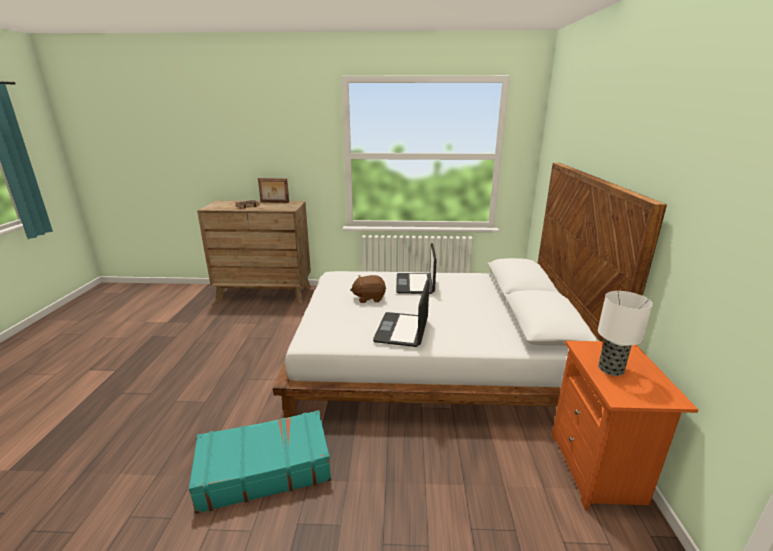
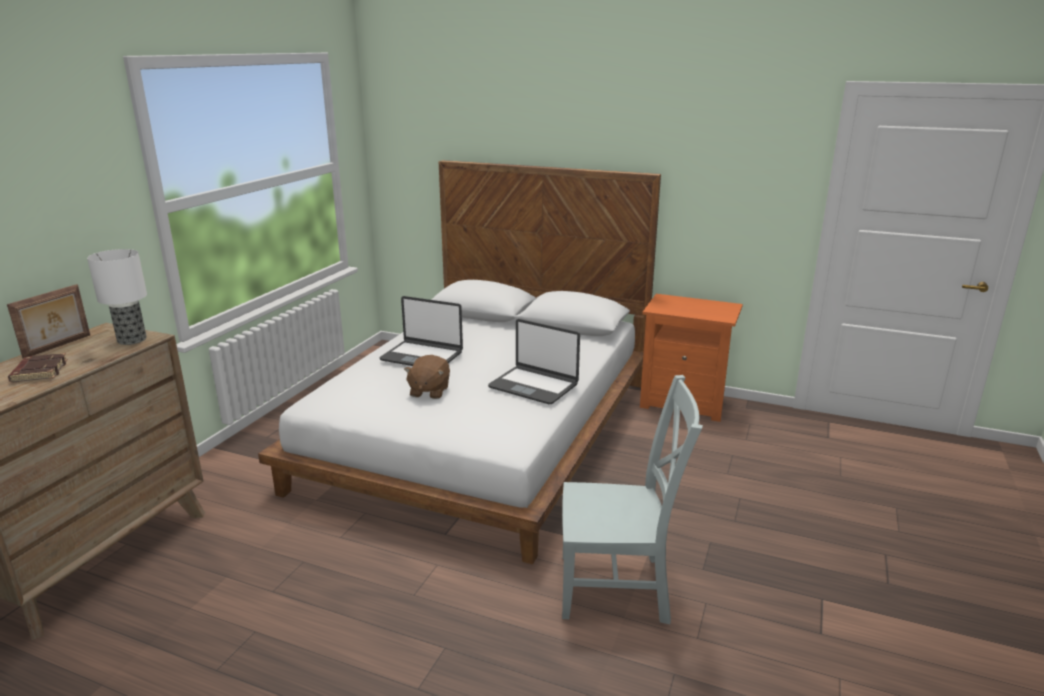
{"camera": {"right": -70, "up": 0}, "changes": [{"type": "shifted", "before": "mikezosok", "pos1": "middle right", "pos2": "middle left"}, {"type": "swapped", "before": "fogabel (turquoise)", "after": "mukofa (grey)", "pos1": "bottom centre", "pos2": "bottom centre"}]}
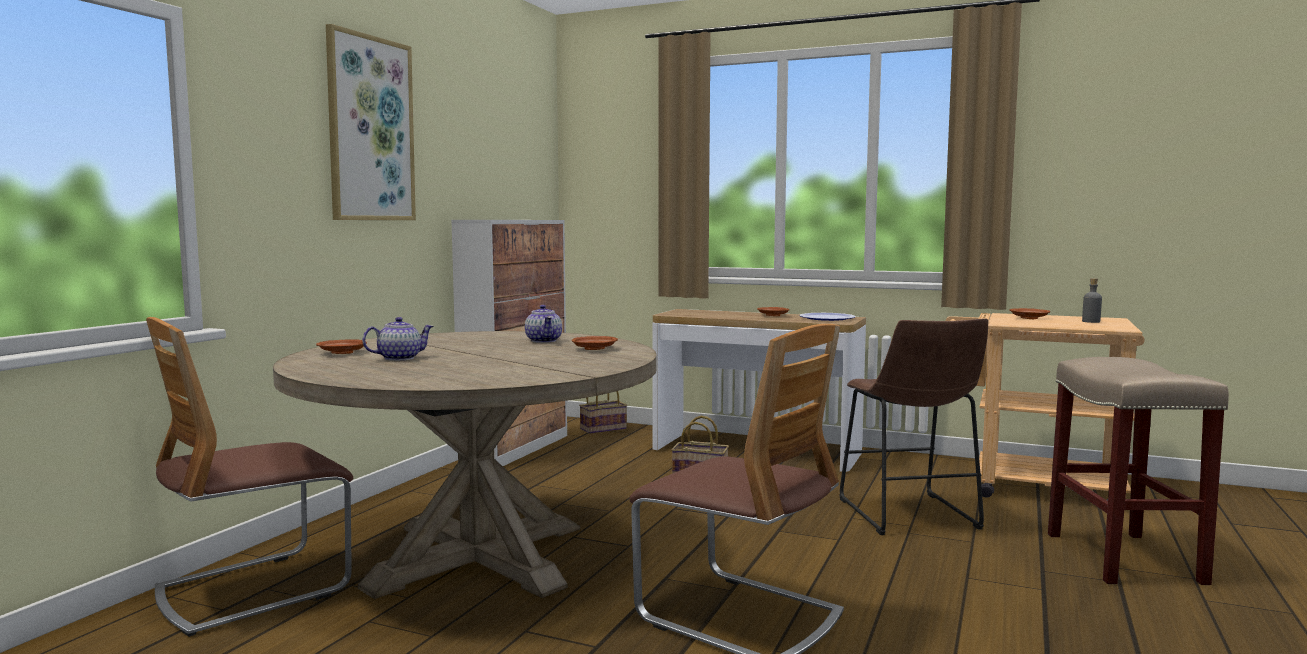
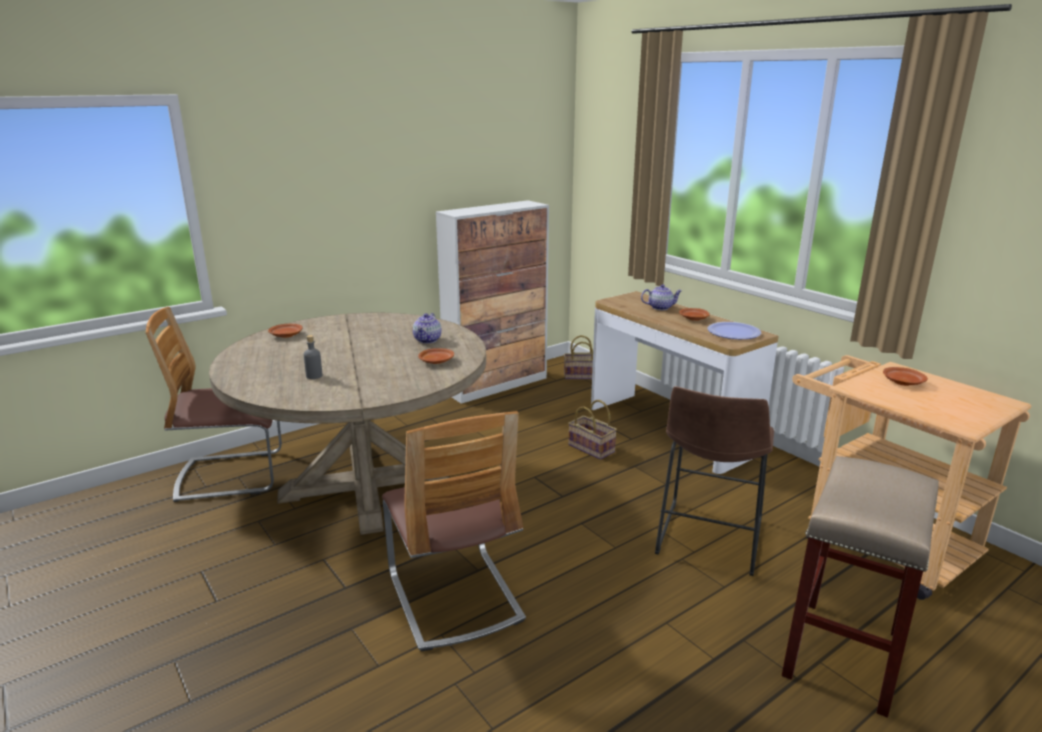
{"camera": {"right": 30, "up": 15}, "changes": [{"type": "gone", "before": "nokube", "pos1": "top left"}, {"type": "shifted", "before": "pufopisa (no. 1 from left in the first image)", "after": "pufopisa (no. 2 from left)", "pos1": "middle left", "pos2": "centre"}, {"type": "shifted", "before": "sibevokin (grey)", "pos1": "middle right", "pos2": "middle left"}]}
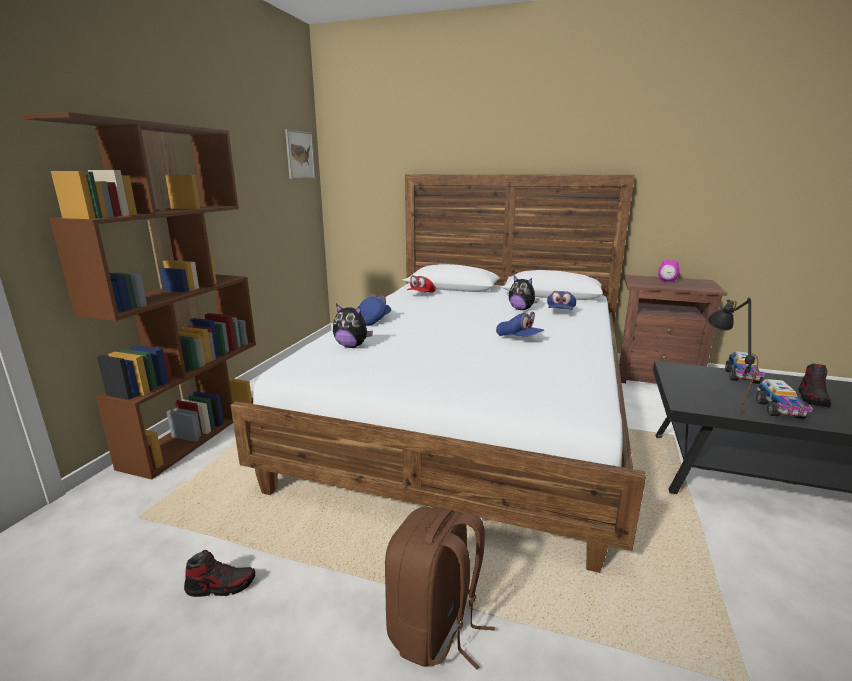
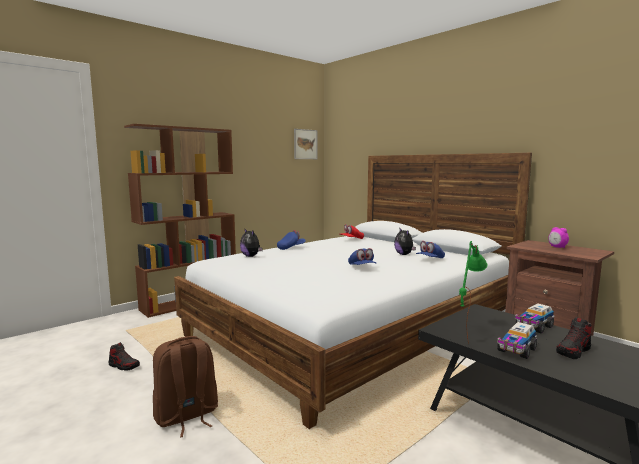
{"camera": {"right": 30, "up": -10}, "changes": [{"type": "repainted", "before": "mikezosok (black)", "after": "mikezosok (green)", "pos1": "middle right", "pos2": "middle right"}]}
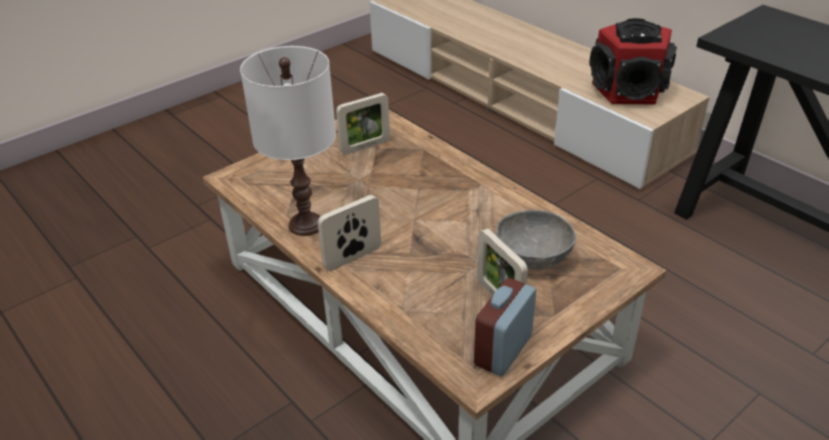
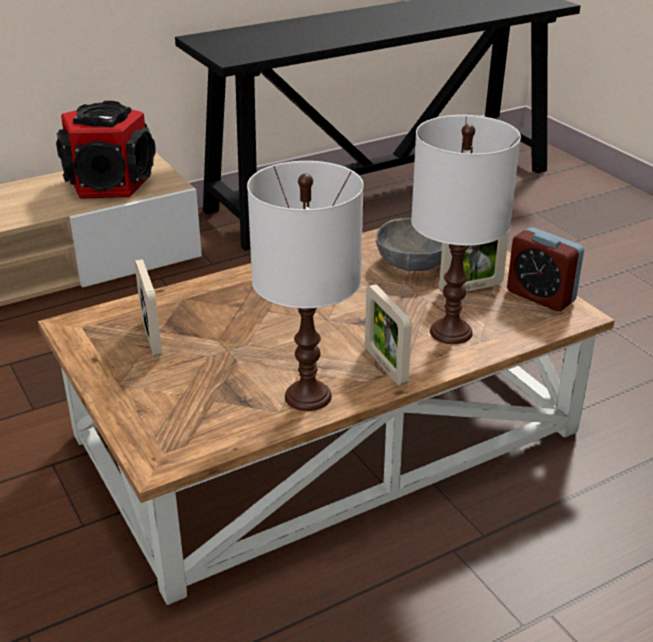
{"camera": {"right": -80, "up": -5}, "changes": [{"type": "new", "after": "mikezosok (white) (no. 2 from left)", "pos2": "middle right"}]}
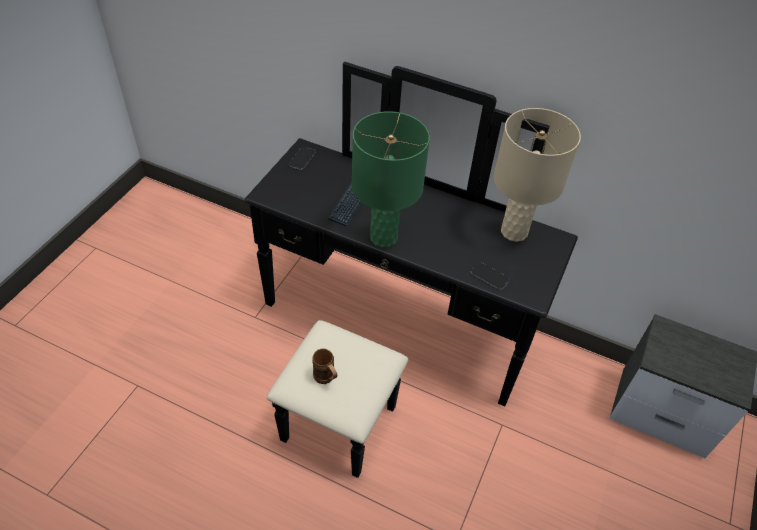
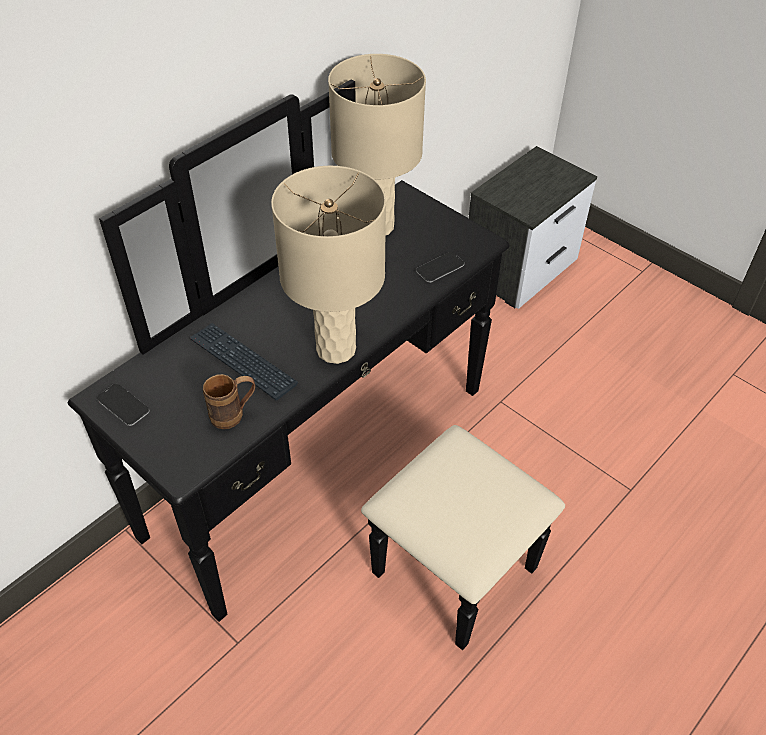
{"camera": {"right": -70, "up": 0}, "changes": [{"type": "shifted", "before": "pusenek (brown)", "pos1": "bottom centre", "pos2": "middle left"}, {"type": "repainted", "before": "mikezosok (green)", "after": "mikezosok (beige) (no. 1 from left)", "pos1": "centre", "pos2": "centre"}]}
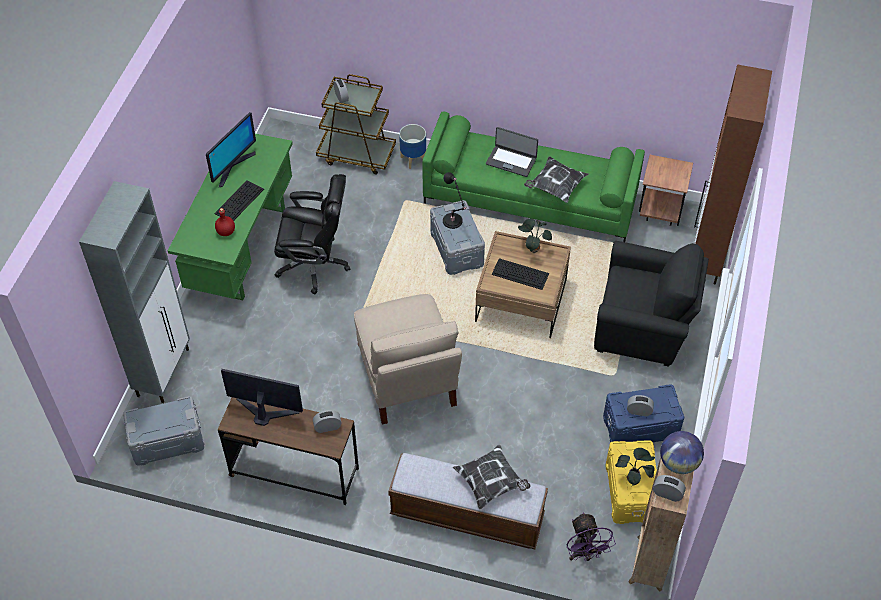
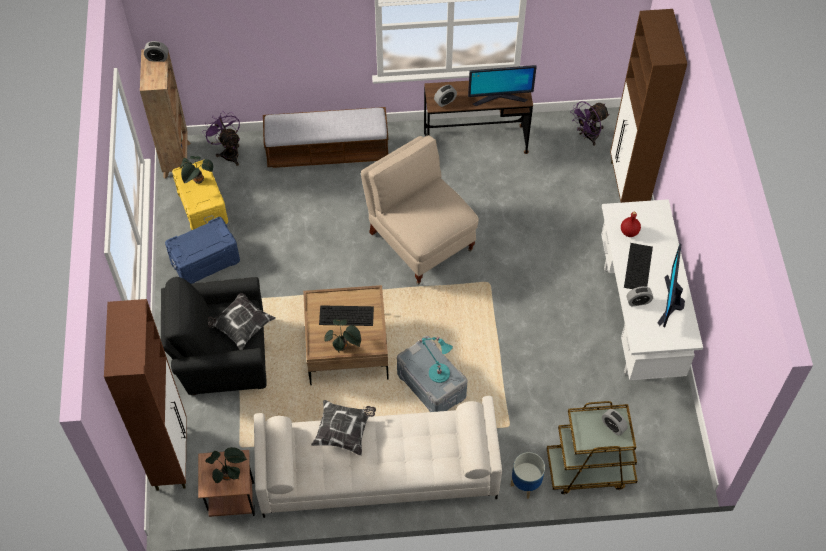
{"camera": {"right": 160, "up": 5}, "changes": [{"type": "gone", "before": "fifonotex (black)", "pos1": "centre"}, {"type": "gone", "before": "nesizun", "pos1": "top centre"}, {"type": "gone", "before": "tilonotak", "pos1": "bottom right"}, {"type": "new", "after": "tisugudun (no. 2 from left)", "pos2": "bottom left"}, {"type": "shifted", "before": "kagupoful (no. 1 from left)", "pos1": "bottom centre", "pos2": "middle left"}, {"type": "shifted", "before": "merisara (no. 3 from left in the first image)", "after": "merisara (no. 4 from left)", "pos1": "bottom right", "pos2": "middle right"}, {"type": "swapped", "before": "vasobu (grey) (no. 1 from left)", "after": "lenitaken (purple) (no. 2 from left)", "pos1": "bottom left", "pos2": "top right"}, {"type": "repainted", "before": "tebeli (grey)", "after": "tebeli (brown) (no. 2 from left)", "pos1": "middle left", "pos2": "top right"}, {"type": "repainted", "before": "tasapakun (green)", "after": "tasapakun (white)", "pos1": "middle left", "pos2": "middle right"}, {"type": "repainted", "before": "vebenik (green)", "after": "vebenik (white)", "pos1": "top centre", "pos2": "bottom centre"}, {"type": "repainted", "before": "mikezosok (black)", "after": "mikezosok (turquoise)", "pos1": "centre", "pos2": "centre"}]}
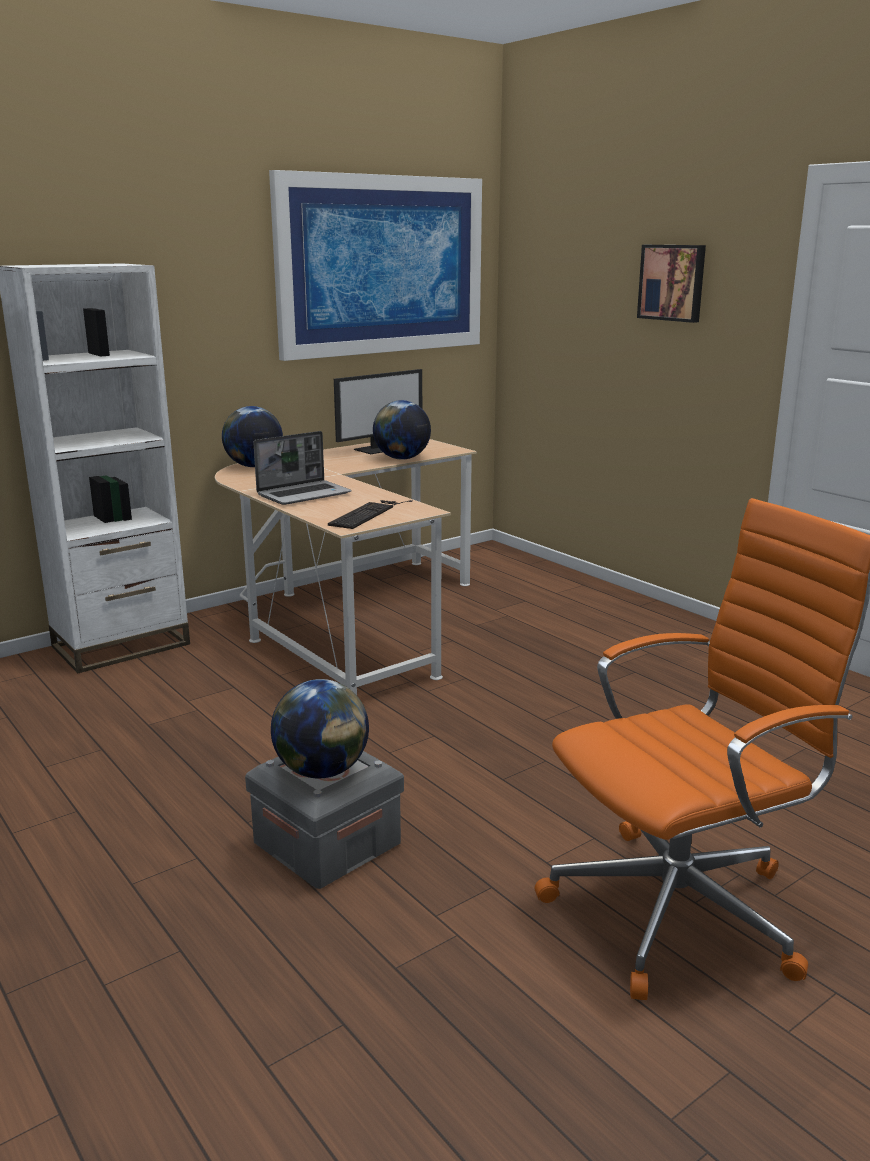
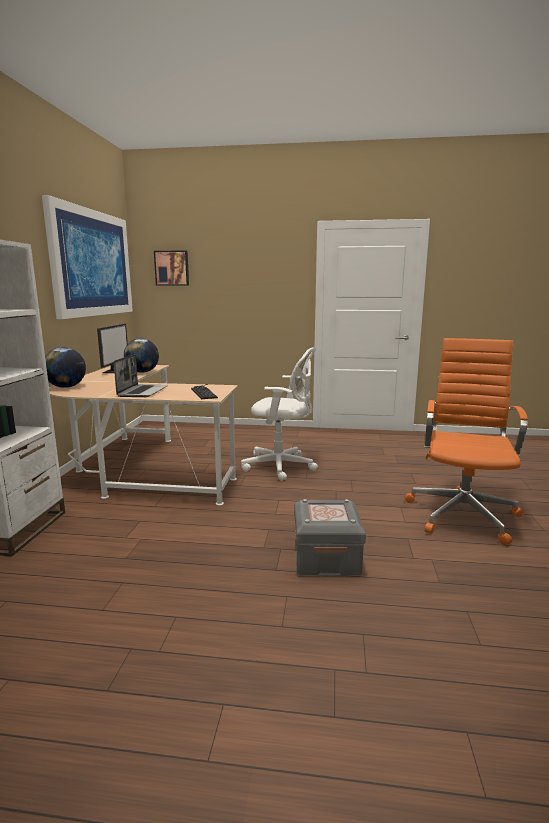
{"camera": {"right": -45, "up": -5}, "changes": [{"type": "gone", "before": "tilonotak (no. 2 from left)", "pos1": "centre"}, {"type": "new", "after": "fifonotex (white)", "pos2": "centre"}, {"type": "shifted", "before": "nokube (no. 2 from left)", "pos1": "top right", "pos2": "top left"}]}
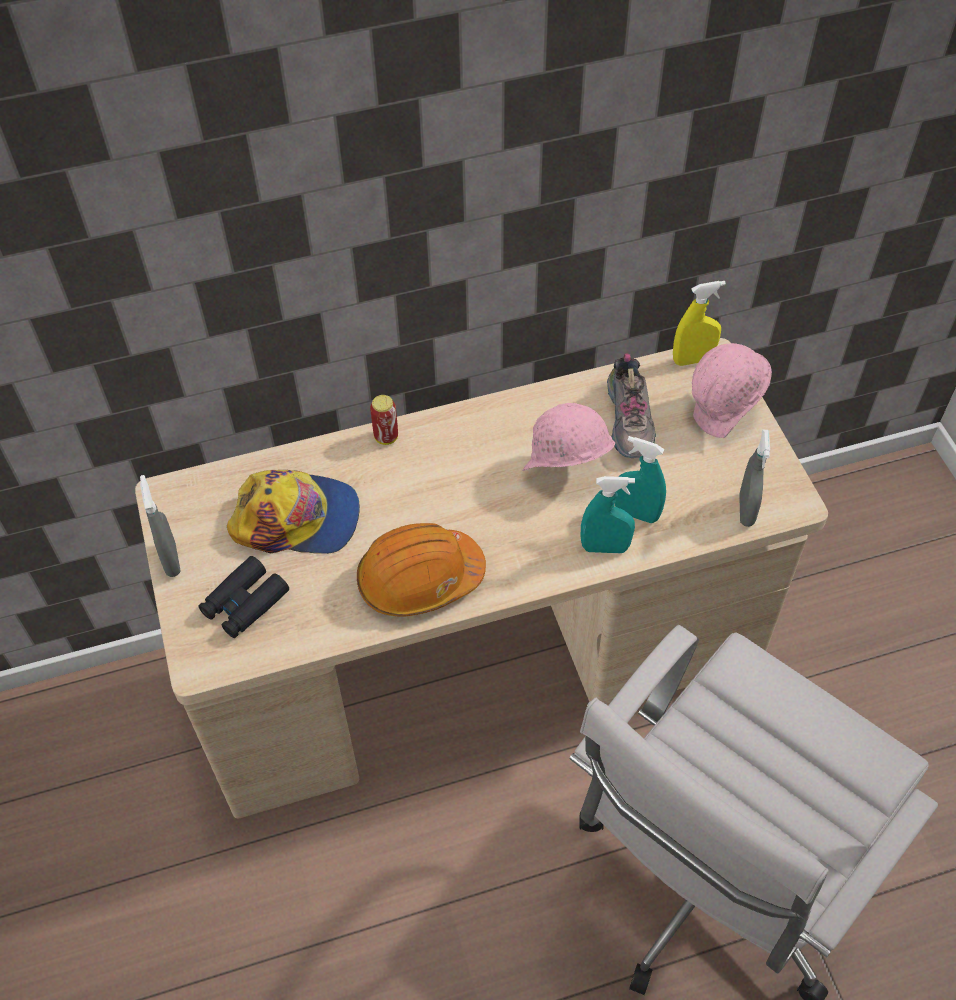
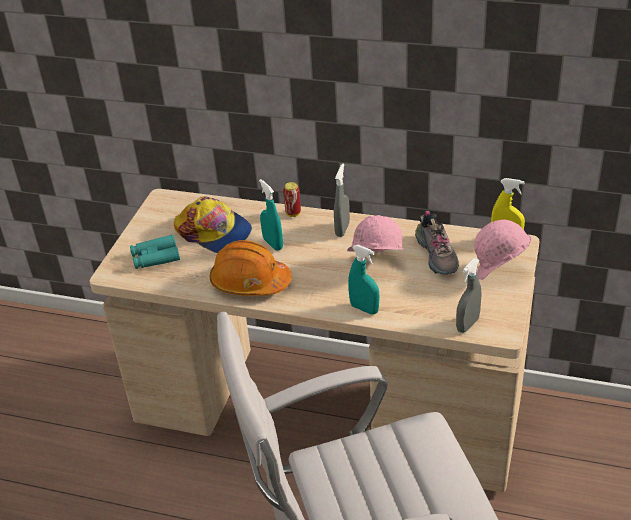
{"camera": {"right": 35, "up": -15}, "changes": [{"type": "shifted", "before": "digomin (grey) (no. 1 from left)", "pos1": "middle left", "pos2": "centre"}, {"type": "shifted", "before": "digomin (turquoise) (no. 2 from left in the first image)", "after": "digomin (turquoise) (no. 1 from left)", "pos1": "middle right", "pos2": "centre"}, {"type": "repainted", "before": "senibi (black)", "after": "senibi (turquoise)", "pos1": "middle left", "pos2": "middle left"}, {"type": "rotated", "before": "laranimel", "pos1": "centre", "pos2": "middle right", "turn": -45}]}
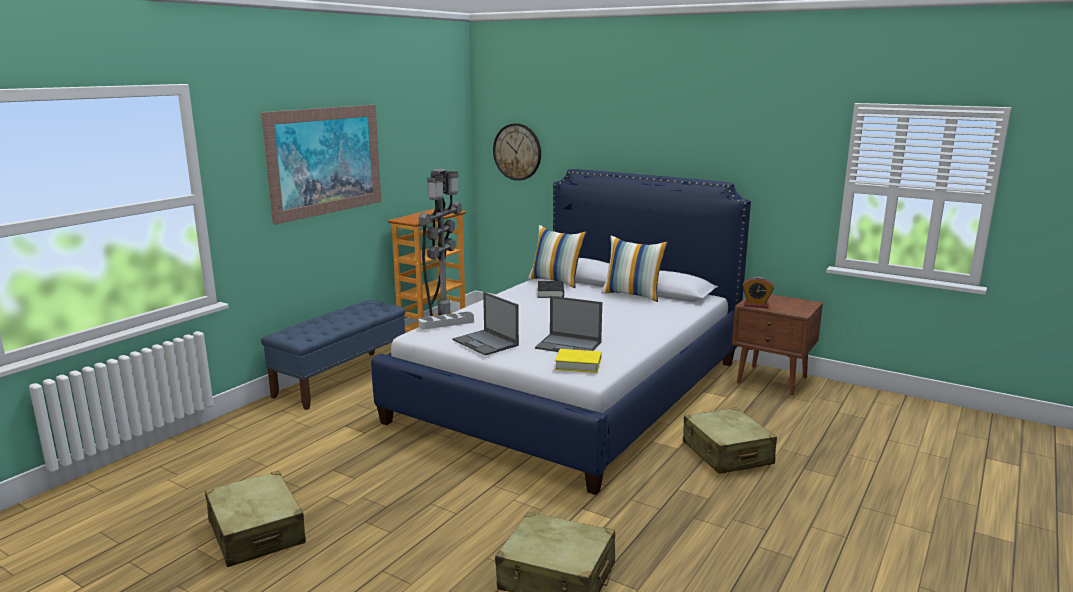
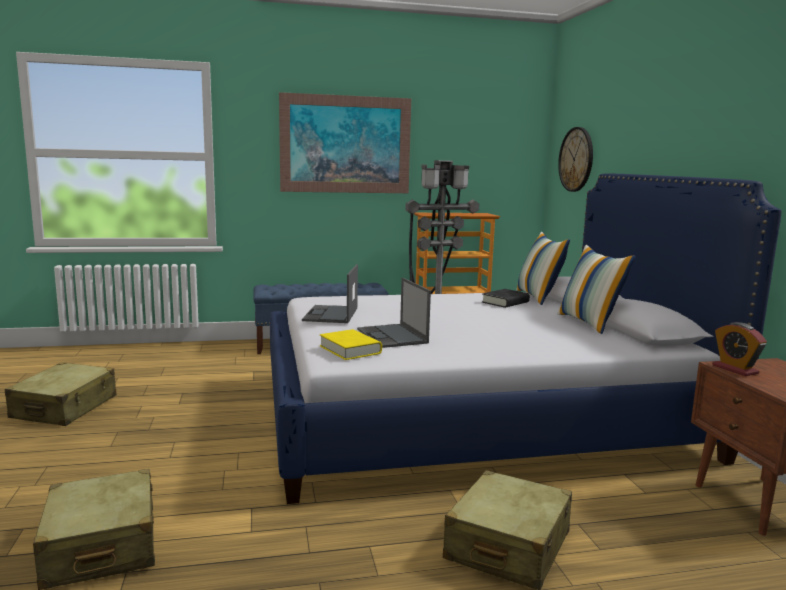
{"camera": {"right": 45, "up": -5}, "changes": [{"type": "gone", "before": "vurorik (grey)", "pos1": "centre"}]}
